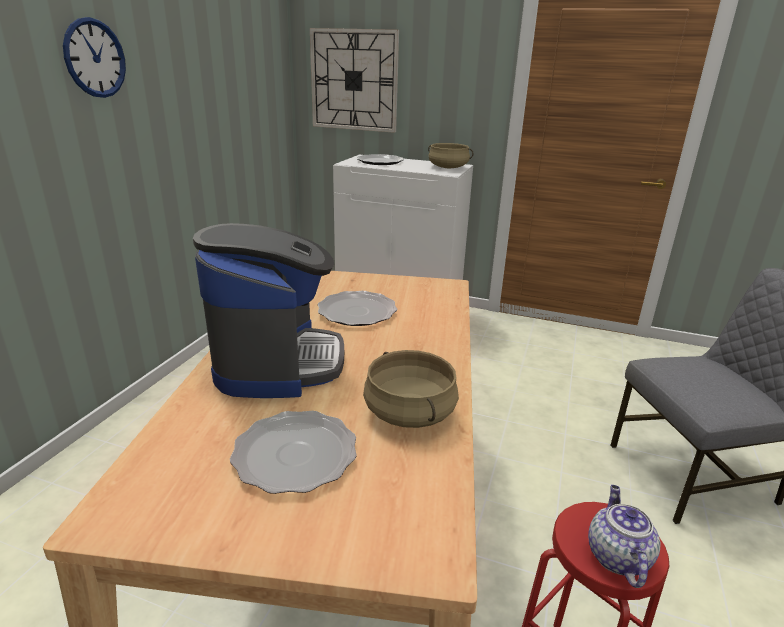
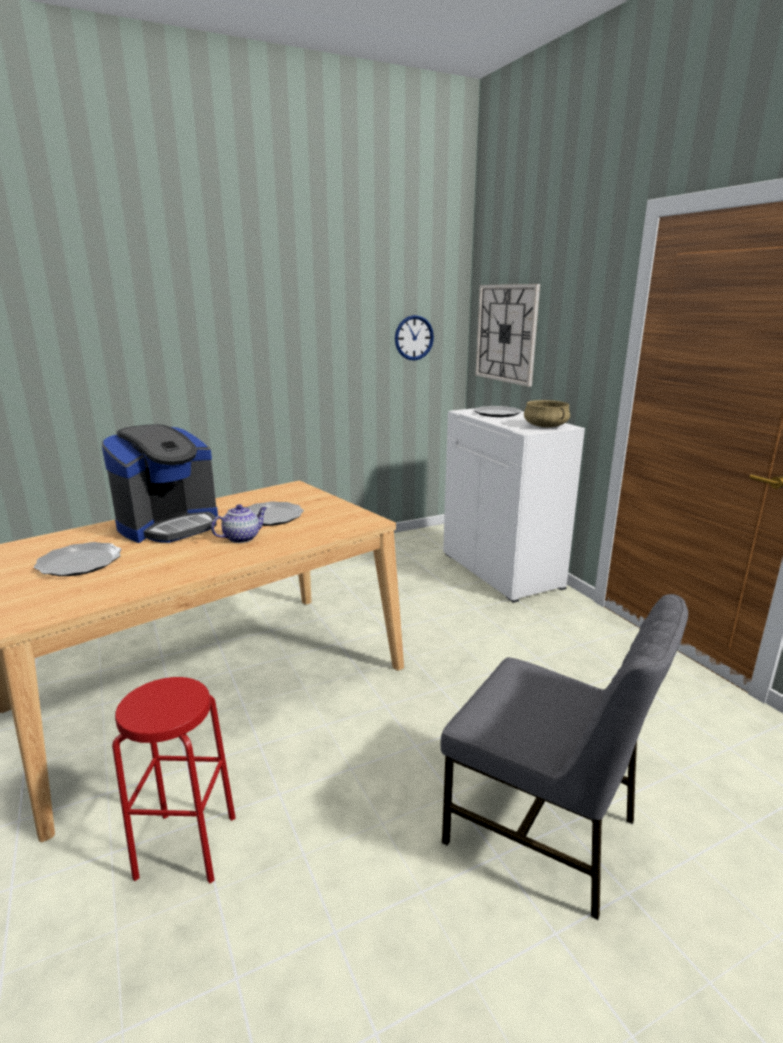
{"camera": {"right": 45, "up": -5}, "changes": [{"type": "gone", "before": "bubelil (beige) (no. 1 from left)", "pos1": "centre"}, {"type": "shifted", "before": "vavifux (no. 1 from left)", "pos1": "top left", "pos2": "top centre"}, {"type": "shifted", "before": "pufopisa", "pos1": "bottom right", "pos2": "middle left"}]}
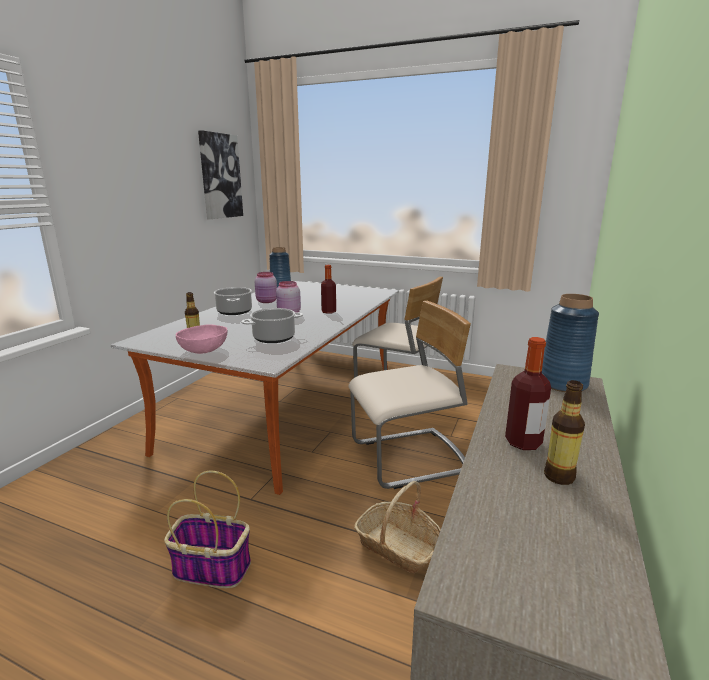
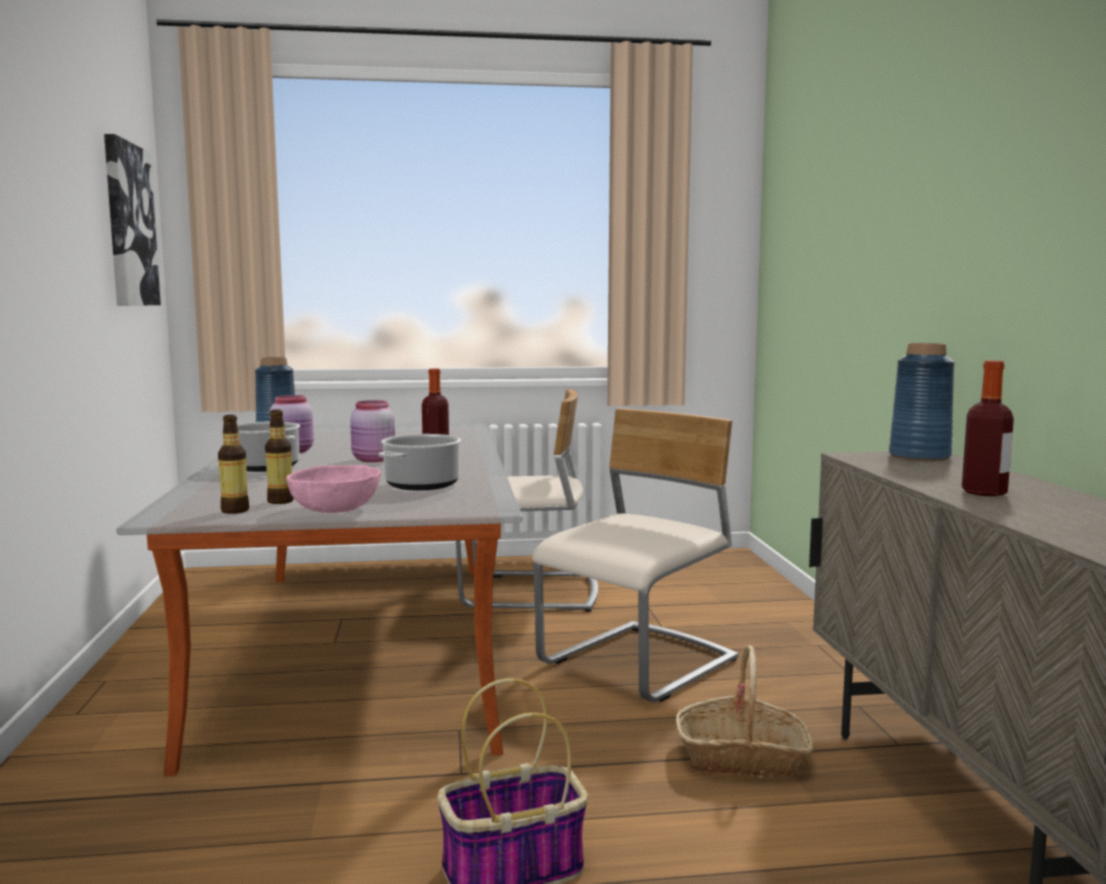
{"camera": {"right": -30, "up": -10}, "changes": [{"type": "shifted", "before": "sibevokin (no. 4 from left in the first image)", "after": "sibevokin (no. 1 from left)", "pos1": "middle right", "pos2": "middle left"}]}
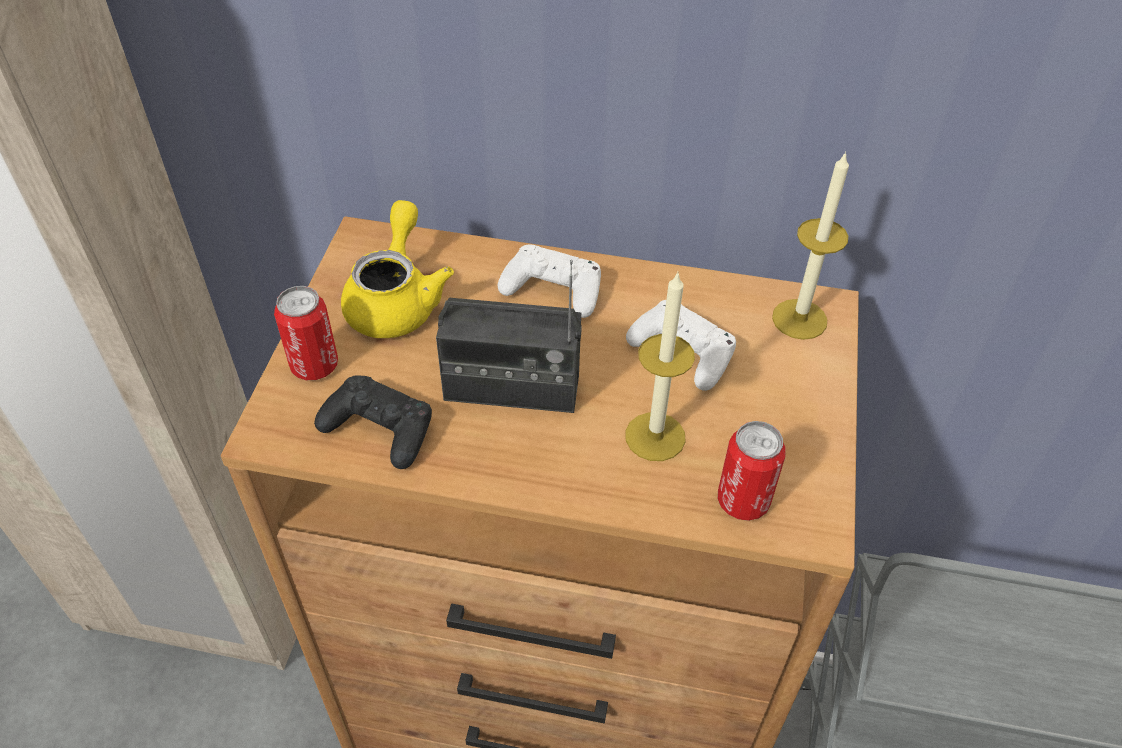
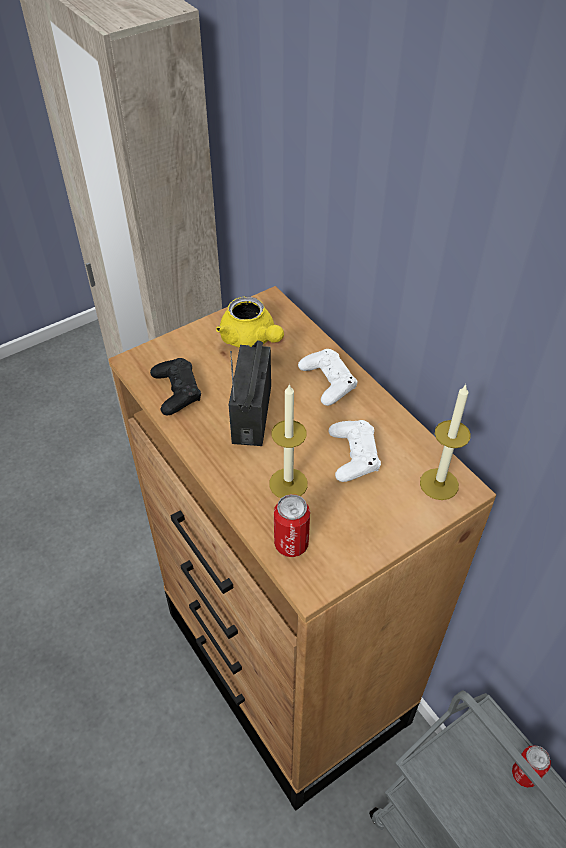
{"camera": {"right": 45, "up": 0}, "changes": [{"type": "shifted", "before": "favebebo (no. 1 from left in the first image)", "after": "favebebo (no. 2 from left)", "pos1": "middle left", "pos2": "bottom right"}, {"type": "rotated", "before": "pufopisa (yellow)", "pos1": "centre", "pos2": "centre", "turn": 90}, {"type": "rotated", "before": "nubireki", "pos1": "centre", "pos2": "centre", "turn": 45}]}
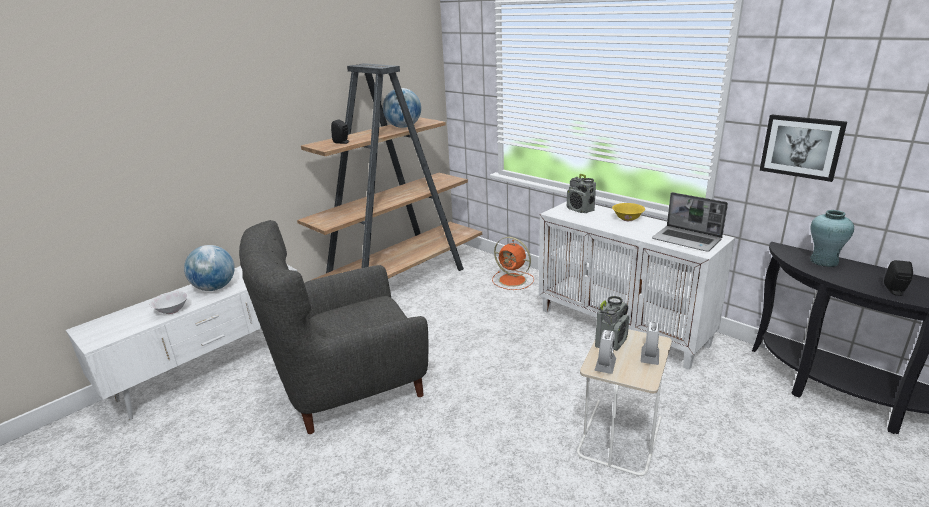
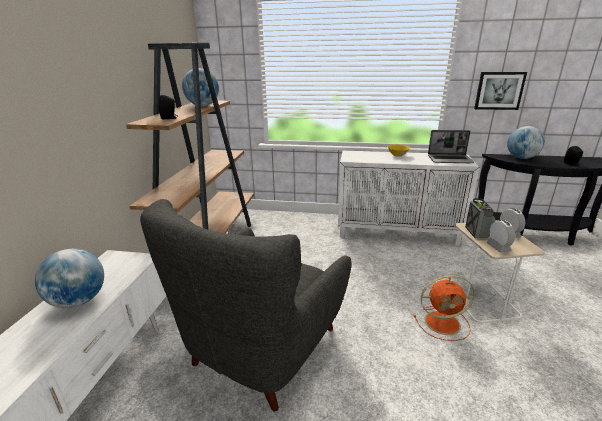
{"camera": {"right": -35, "up": 0}, "changes": [{"type": "gone", "before": "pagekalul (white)", "pos1": "middle left"}, {"type": "gone", "before": "nubireki (no. 1 from left)", "pos1": "centre"}, {"type": "shifted", "before": "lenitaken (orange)", "pos1": "centre", "pos2": "bottom right"}, {"type": "swapped", "before": "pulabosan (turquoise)", "after": "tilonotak (no. 3 from left)", "pos1": "middle right", "pos2": "middle right"}]}
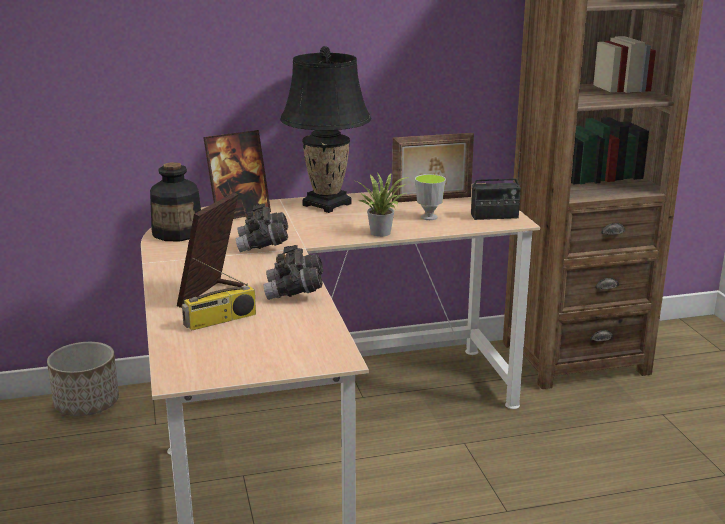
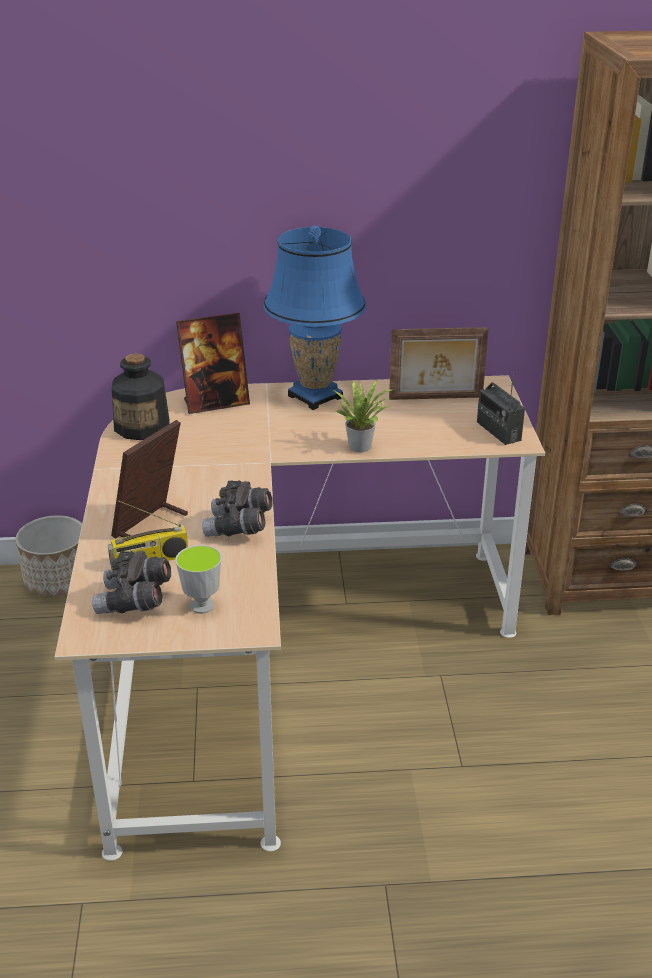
{"camera": {"right": 10, "up": 10}, "changes": [{"type": "shifted", "before": "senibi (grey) (no. 1 from left)", "pos1": "centre", "pos2": "middle left"}, {"type": "shifted", "before": "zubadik", "pos1": "centre", "pos2": "middle left"}, {"type": "repainted", "before": "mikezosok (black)", "after": "mikezosok (blue)", "pos1": "top centre", "pos2": "top centre"}, {"type": "rotated", "before": "nubireki (no. 2 from left)", "pos1": "middle right", "pos2": "middle right", "turn": 60}]}
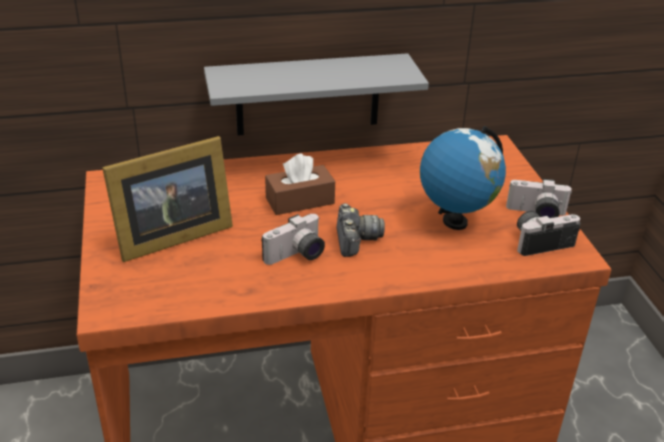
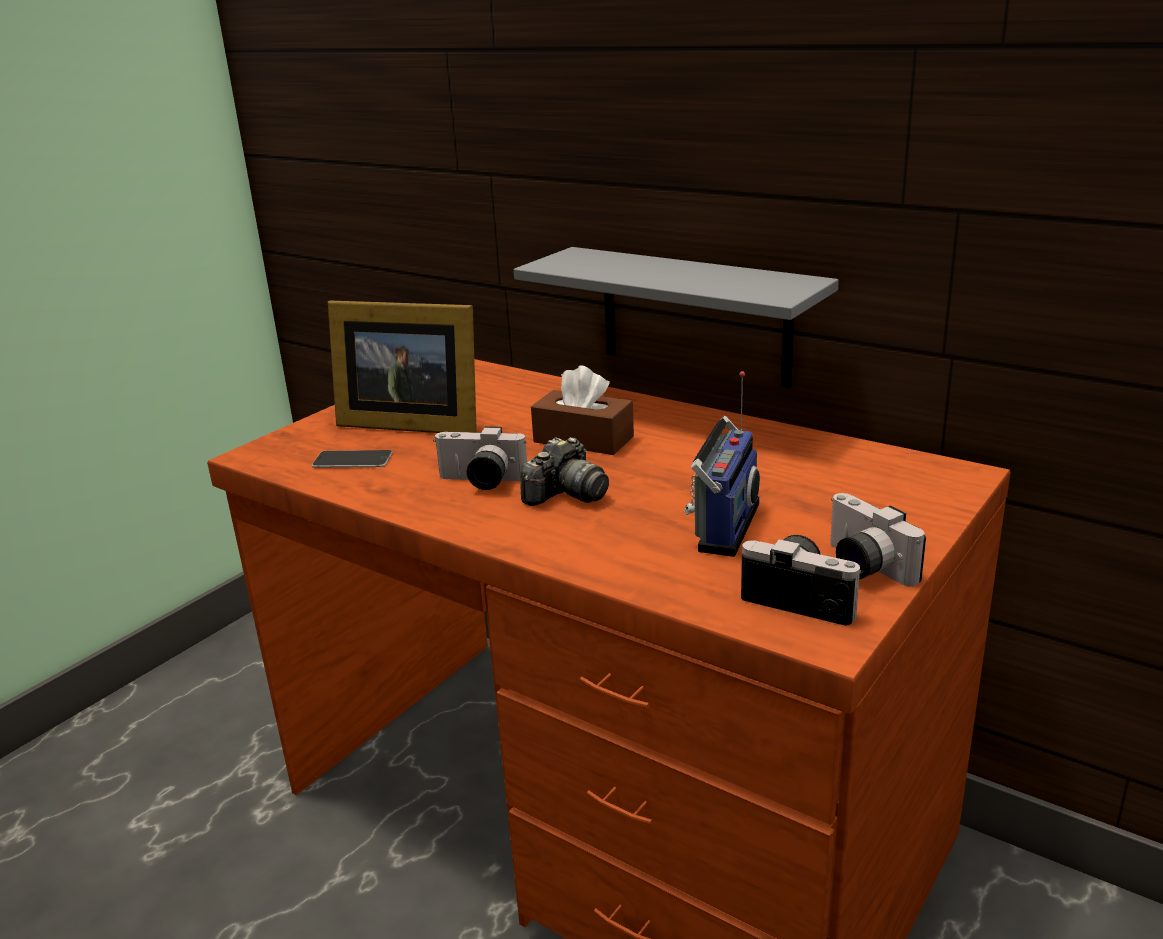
{"camera": {"right": 50, "up": -10}, "changes": [{"type": "new", "after": "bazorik", "pos2": "middle left"}, {"type": "swapped", "before": "tilonotak", "after": "nubireki", "pos1": "middle right", "pos2": "centre"}]}
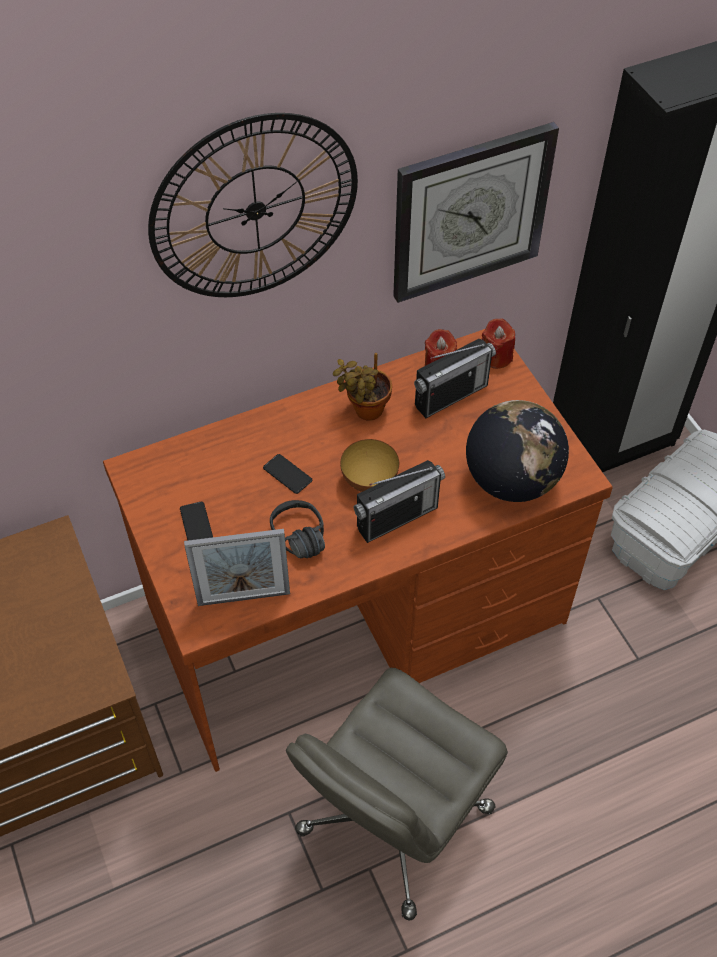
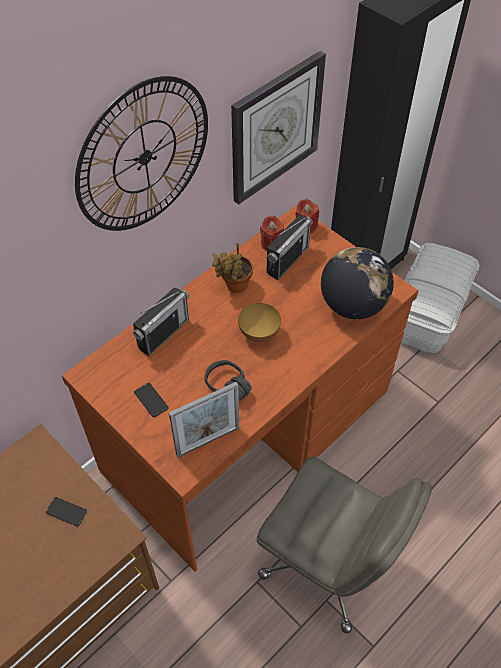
{"camera": {"right": -20, "up": 0}, "changes": [{"type": "shifted", "before": "bazorik (no. 2 from left in the first image)", "after": "bazorik (no. 1 from left)", "pos1": "centre", "pos2": "bottom left"}, {"type": "shifted", "before": "nubireki (no. 1 from left)", "pos1": "centre", "pos2": "middle left"}, {"type": "rotated", "before": "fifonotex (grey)", "pos1": "bottom centre", "pos2": "bottom right", "turn": -75}]}
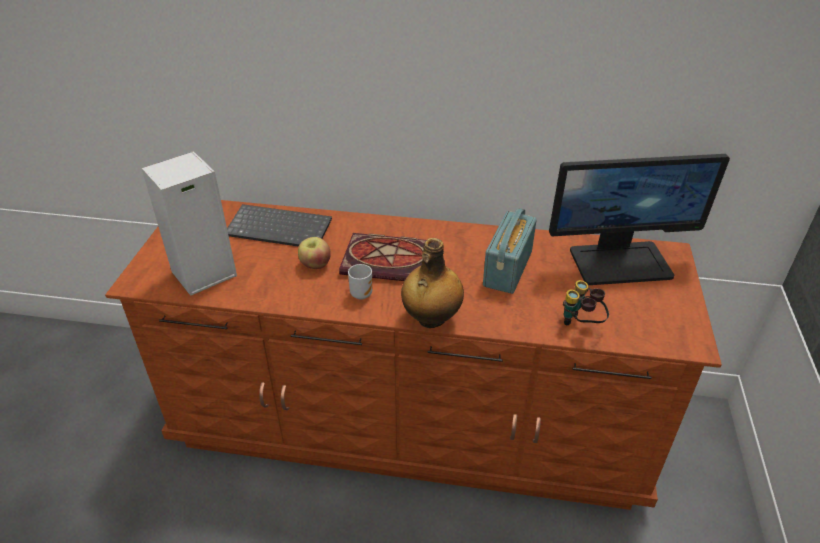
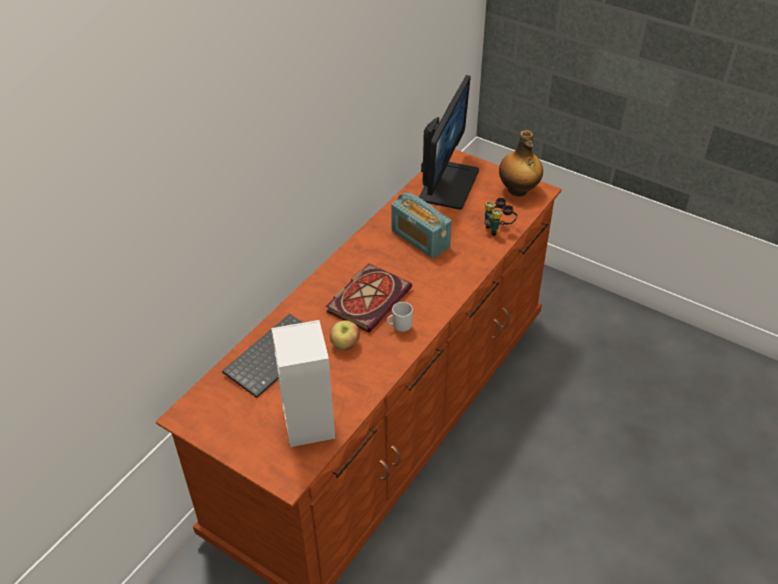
{"camera": {"right": -65, "up": 5}, "changes": [{"type": "shifted", "before": "sibevokin", "pos1": "centre", "pos2": "top right"}]}
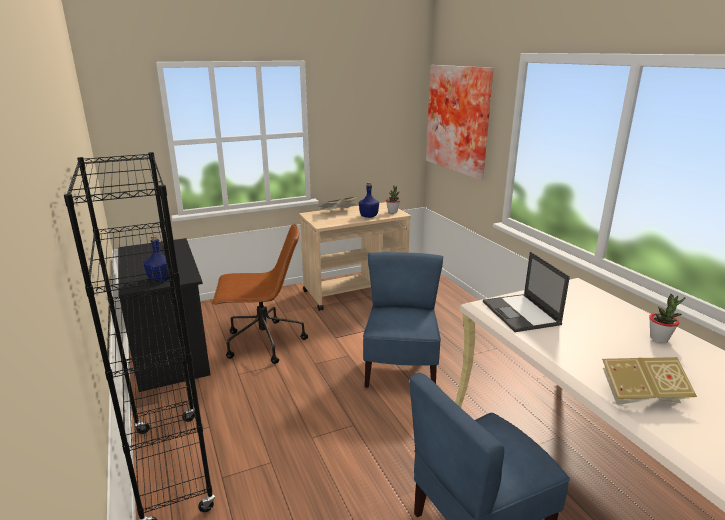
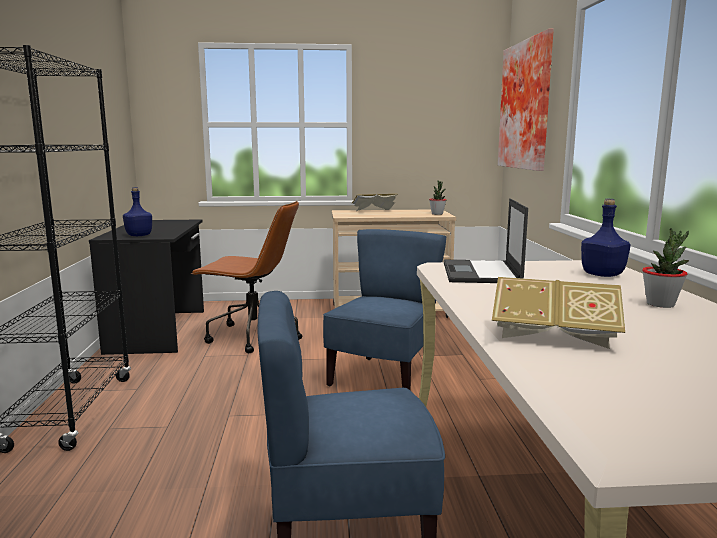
{"camera": {"right": 20, "up": -10}, "changes": [{"type": "shifted", "before": "sibevokin (blue) (no. 2 from left)", "pos1": "centre", "pos2": "middle right"}]}
